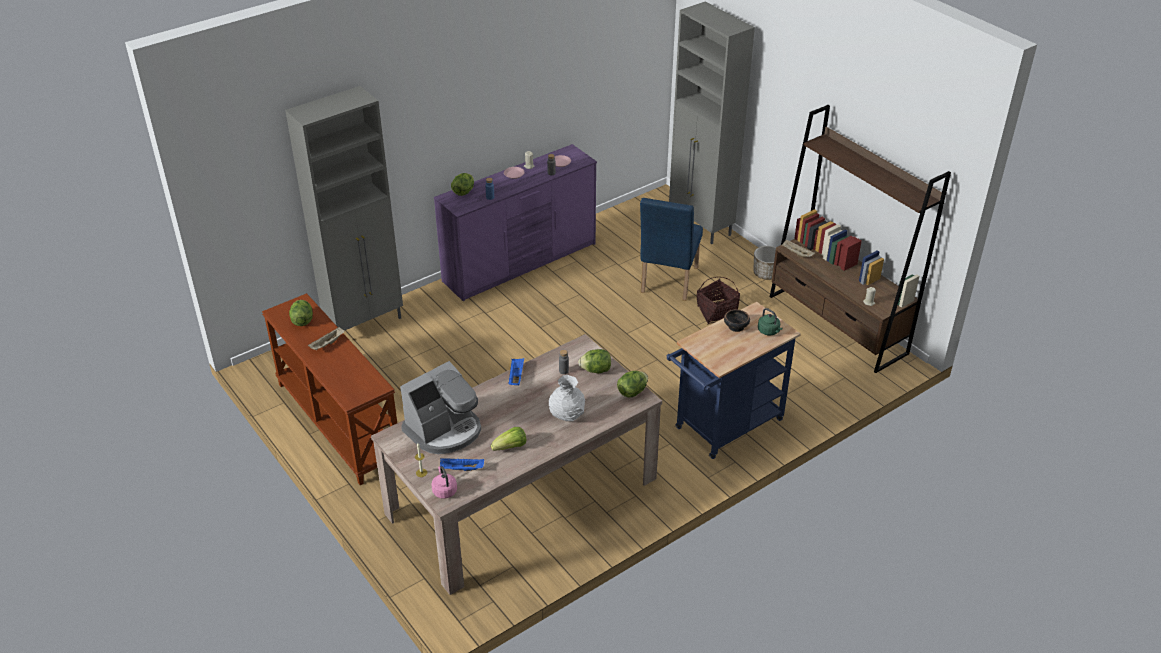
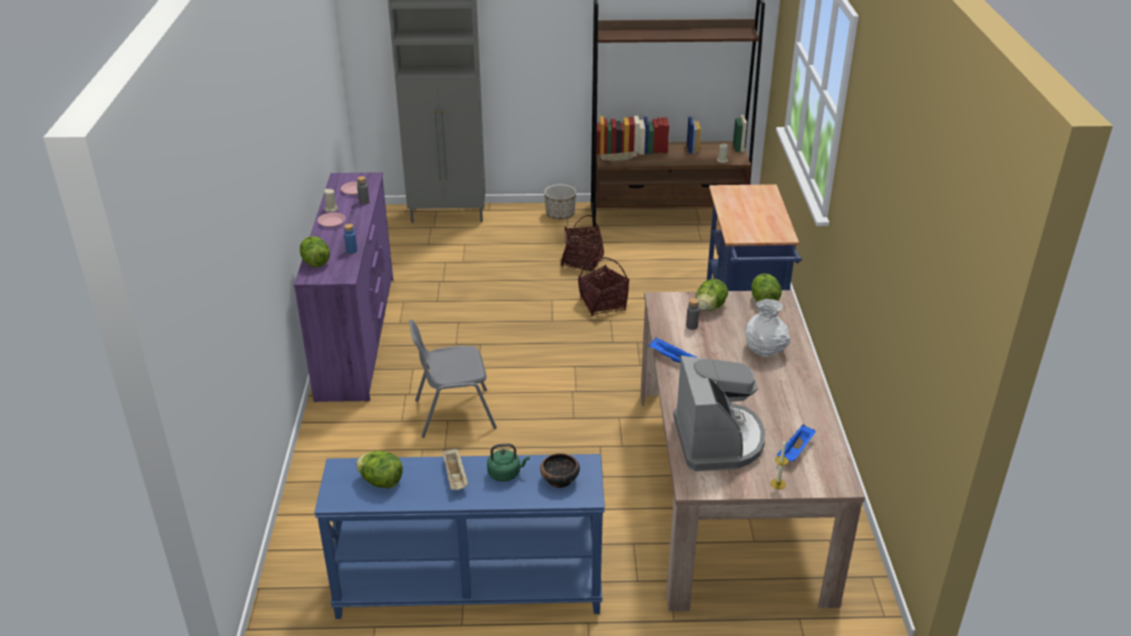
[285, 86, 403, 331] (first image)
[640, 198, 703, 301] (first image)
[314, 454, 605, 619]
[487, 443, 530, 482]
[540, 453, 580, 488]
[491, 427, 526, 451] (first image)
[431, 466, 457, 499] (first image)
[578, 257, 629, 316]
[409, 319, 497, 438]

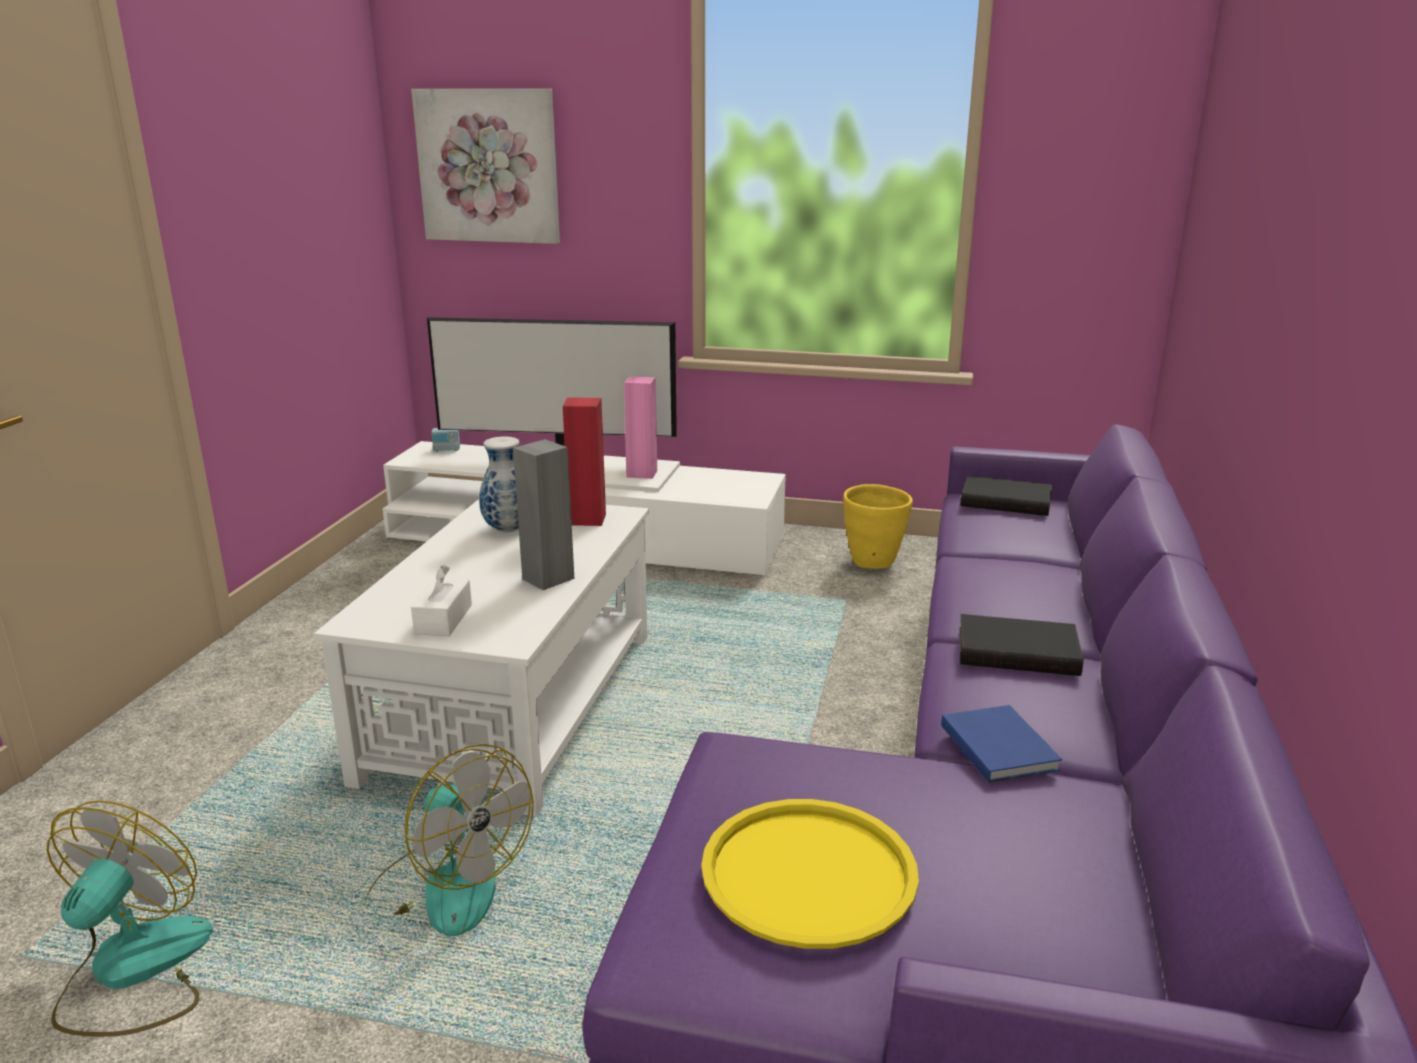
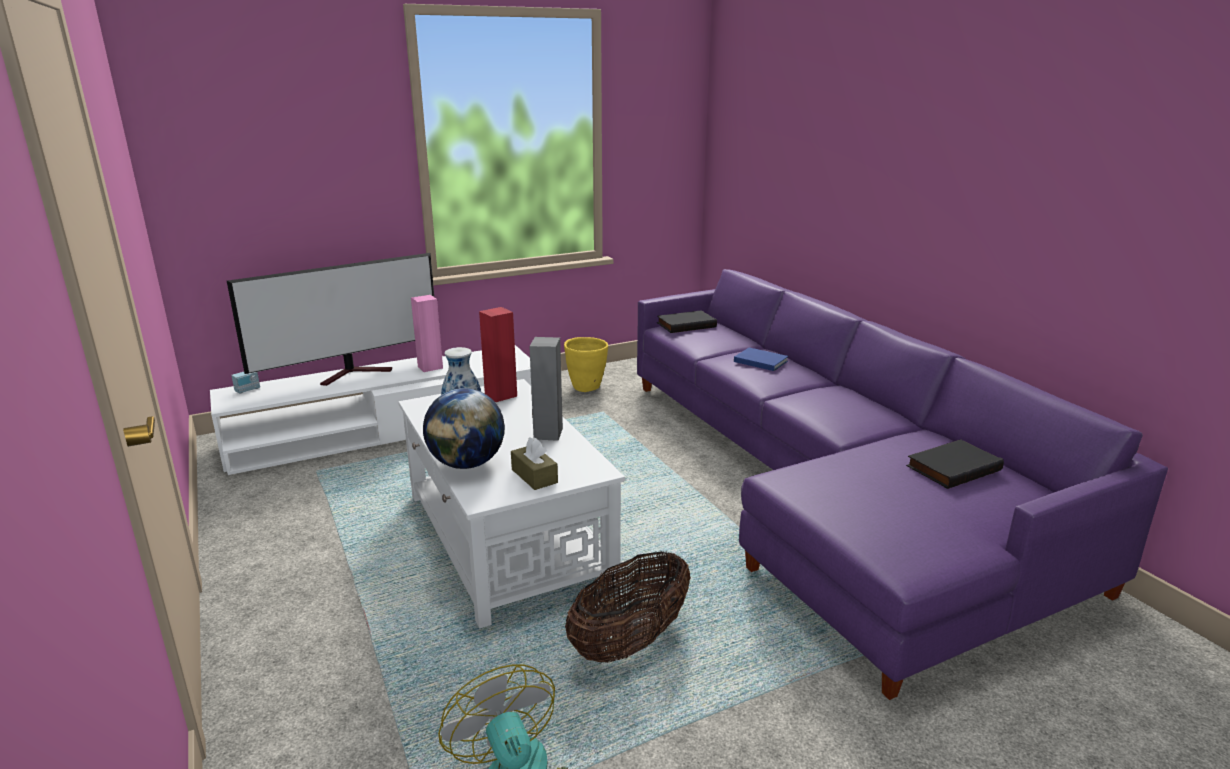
[411, 89, 560, 244] (first image)
[511, 437, 558, 490]
[906, 439, 1004, 489]
[734, 348, 788, 371]
[565, 551, 691, 663]
[701, 799, 919, 949] (first image)
[423, 388, 505, 469]

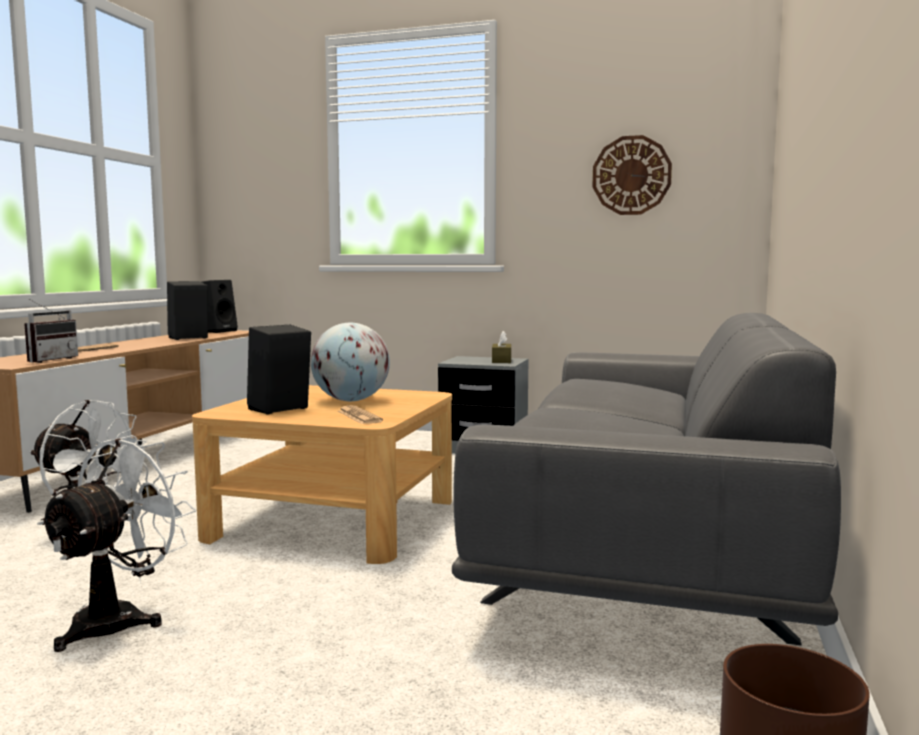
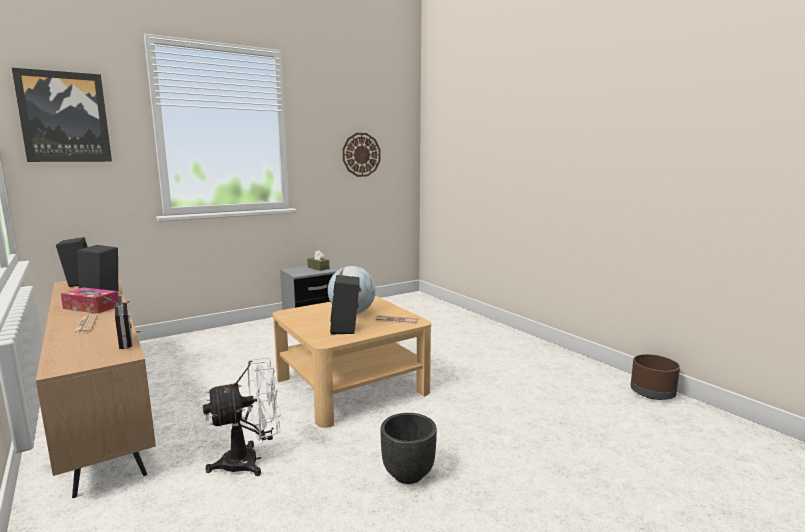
[452, 313, 841, 646] (first image)
[380, 413, 437, 484]
[12, 68, 112, 162]
[61, 287, 119, 314]

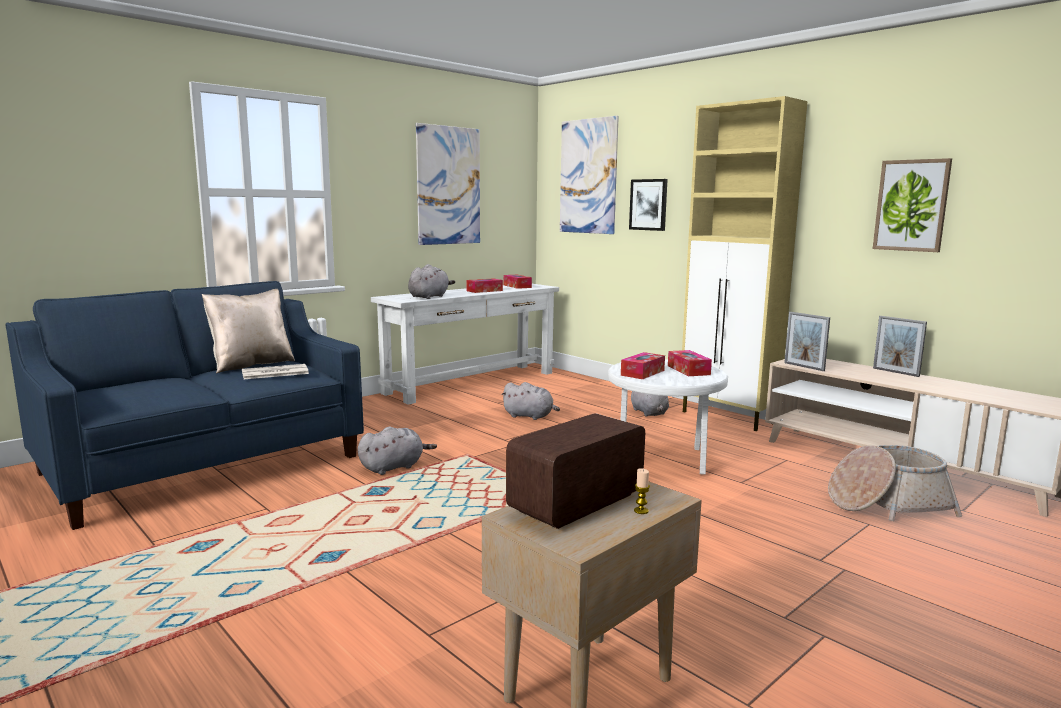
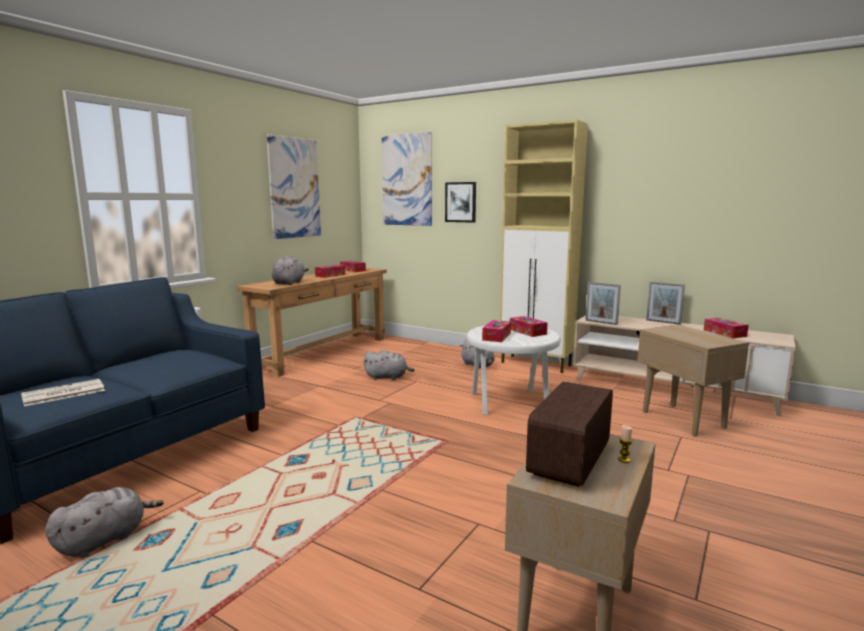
[873, 158, 952, 252] (first image)
[236, 268, 387, 377]
[202, 289, 295, 373] (first image)
[21, 379, 105, 406]
[45, 487, 164, 558]
[637, 325, 749, 436]
[704, 318, 749, 338]

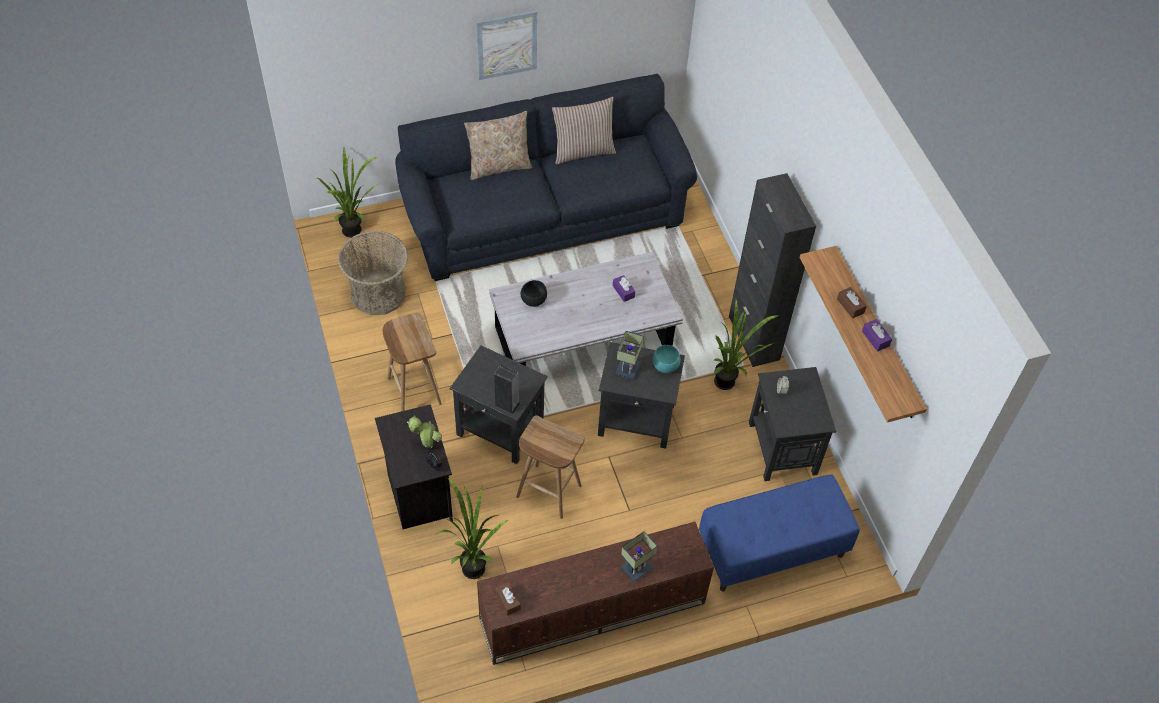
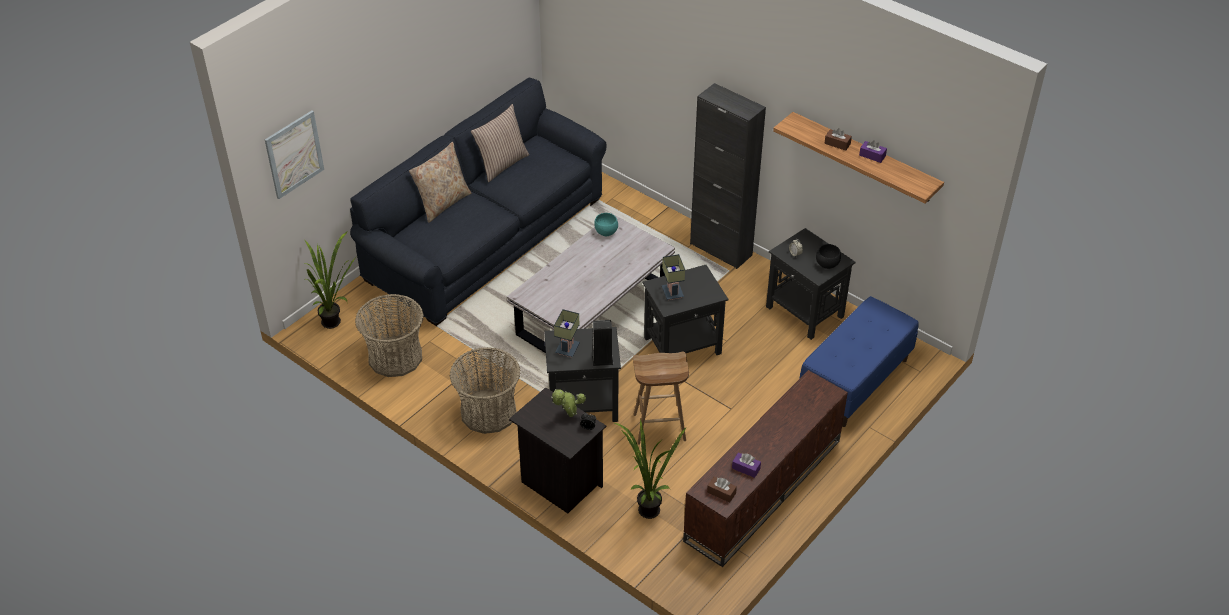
[265, 111, 324, 199]
[732, 453, 761, 478]
[816, 244, 841, 269]
[713, 299, 778, 390] (first image)
[450, 347, 521, 434]
[594, 213, 618, 236]
[554, 309, 580, 357]

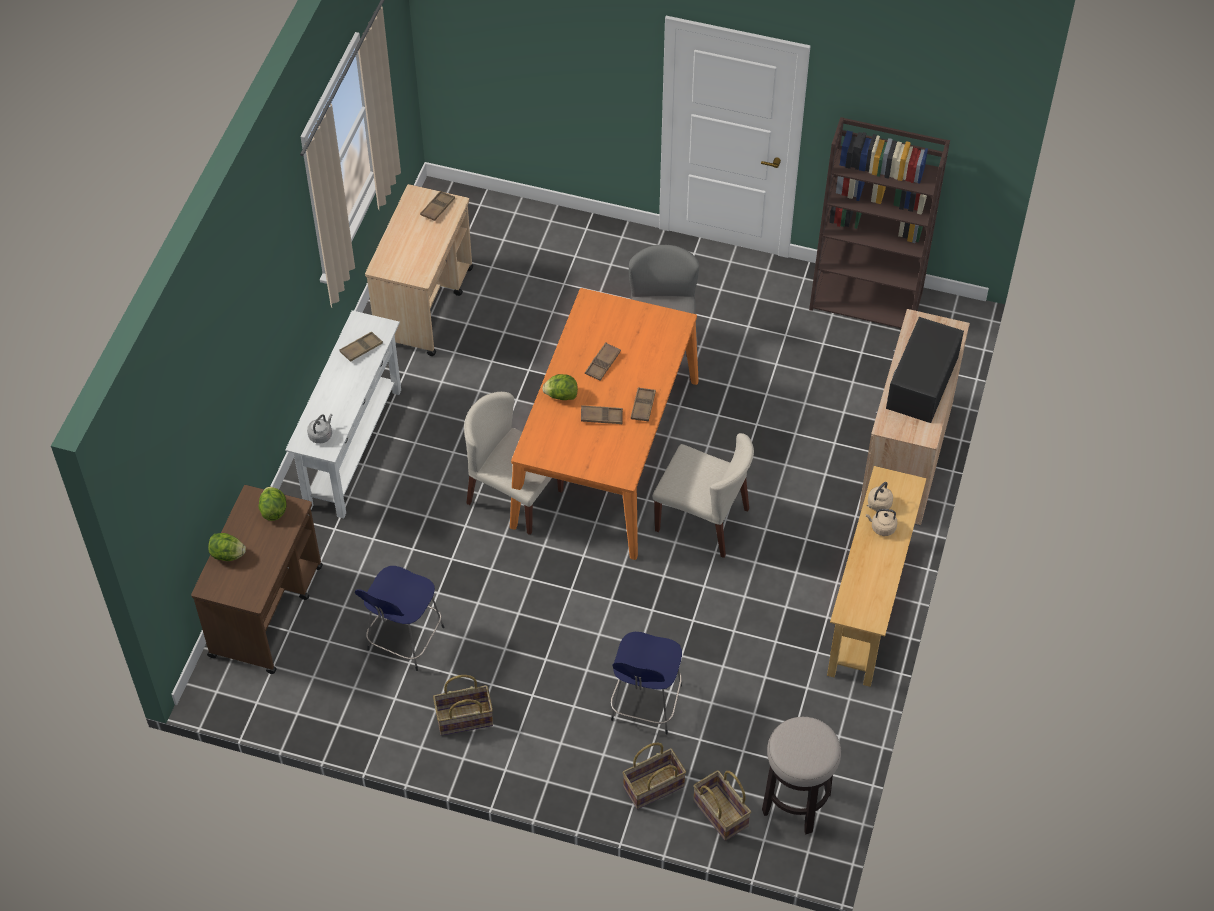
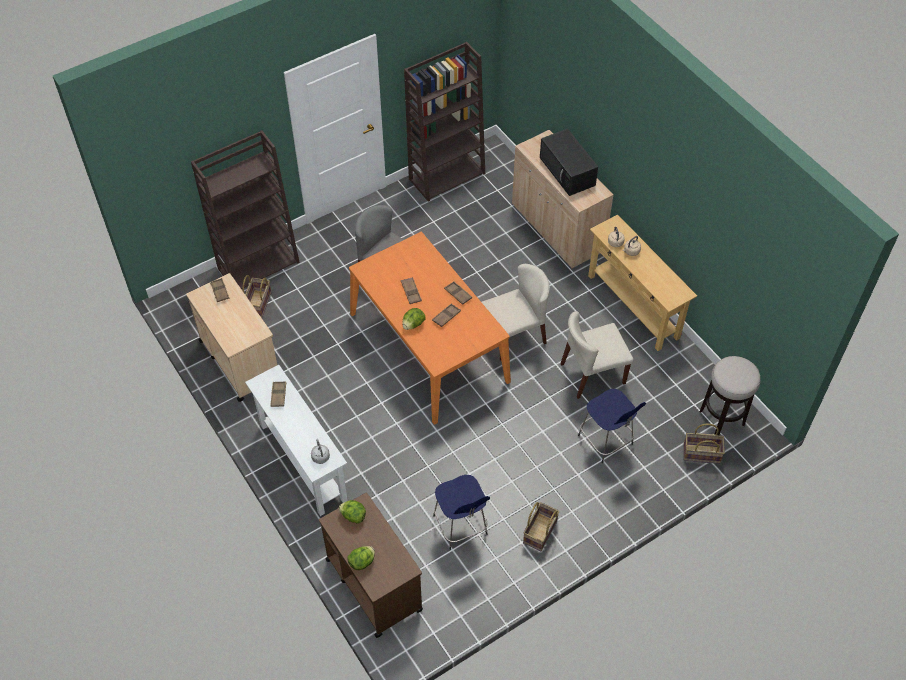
[560, 311, 634, 399]
[242, 275, 272, 318]
[191, 130, 300, 289]

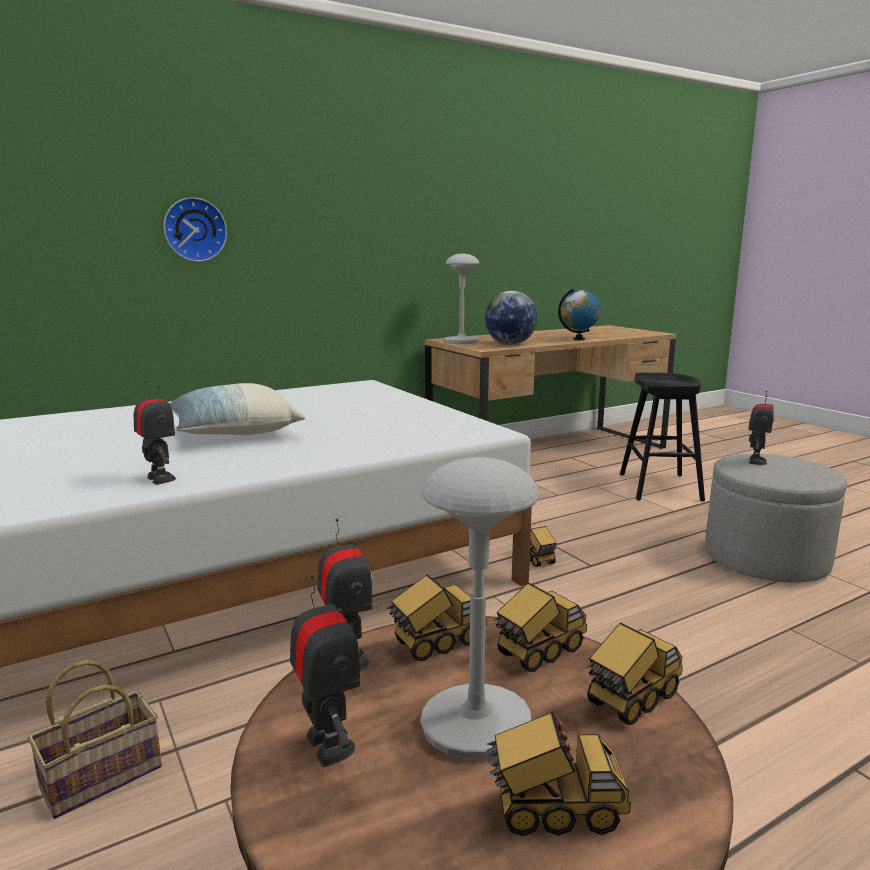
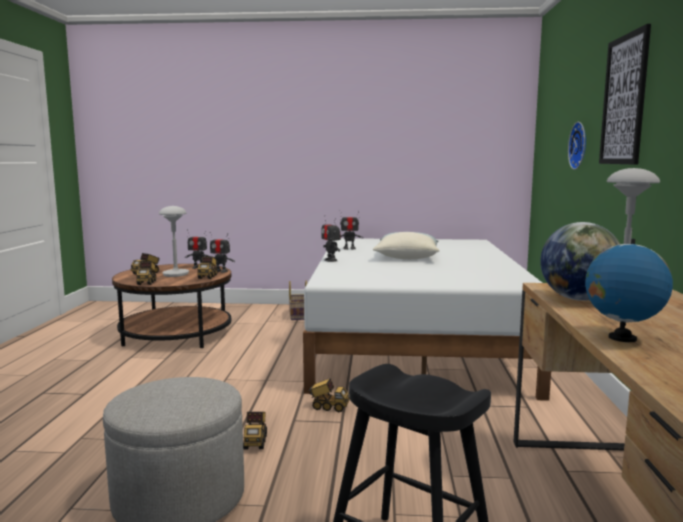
[321, 219, 341, 262]
[243, 412, 267, 449]
[599, 24, 651, 165]

